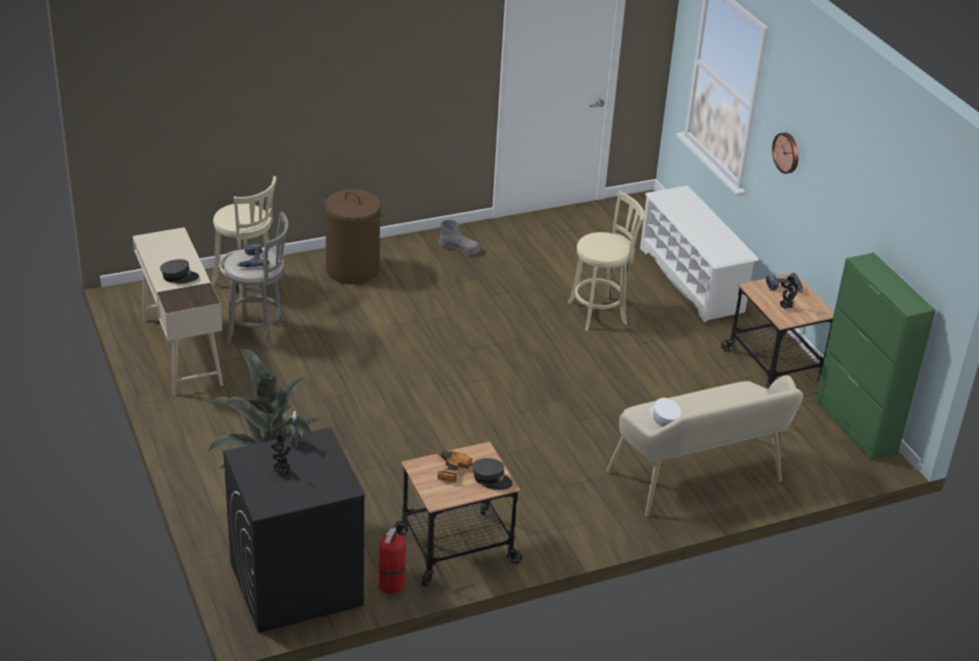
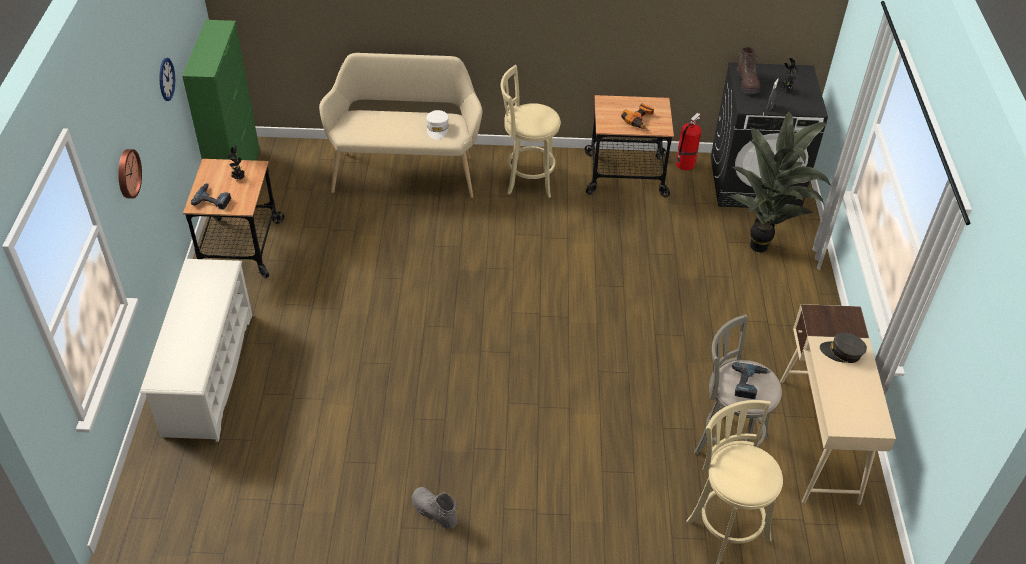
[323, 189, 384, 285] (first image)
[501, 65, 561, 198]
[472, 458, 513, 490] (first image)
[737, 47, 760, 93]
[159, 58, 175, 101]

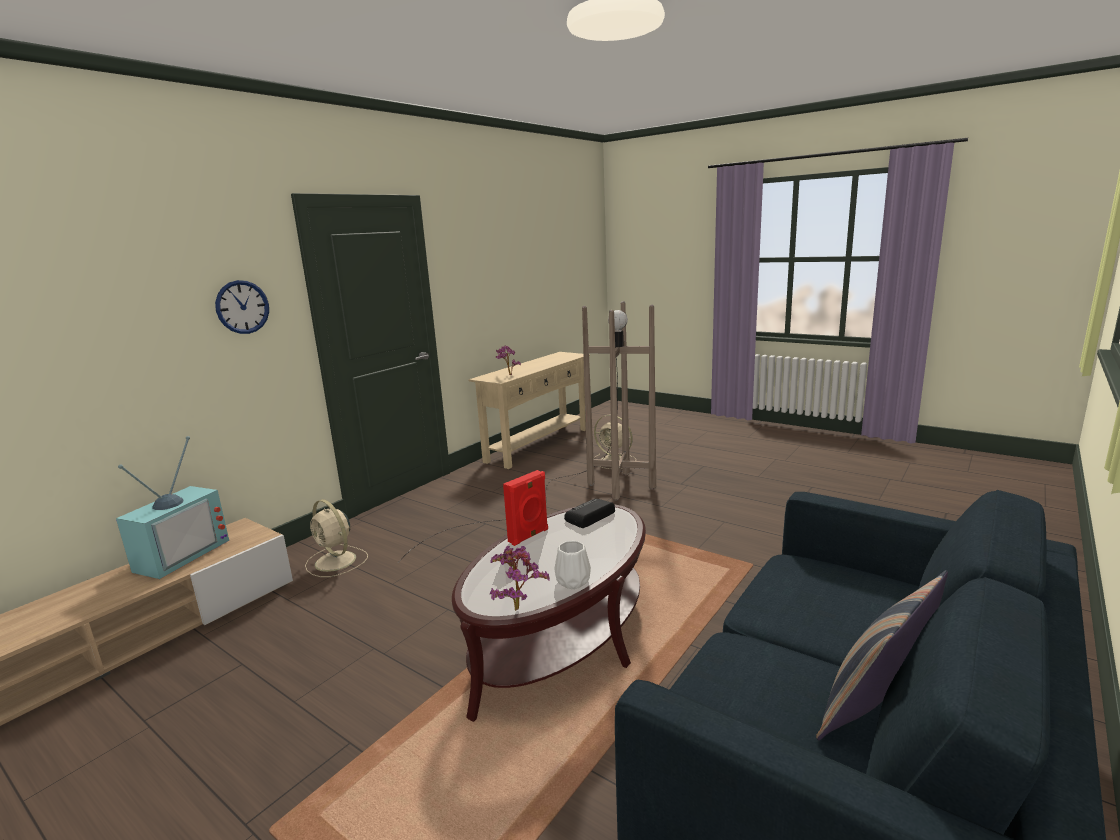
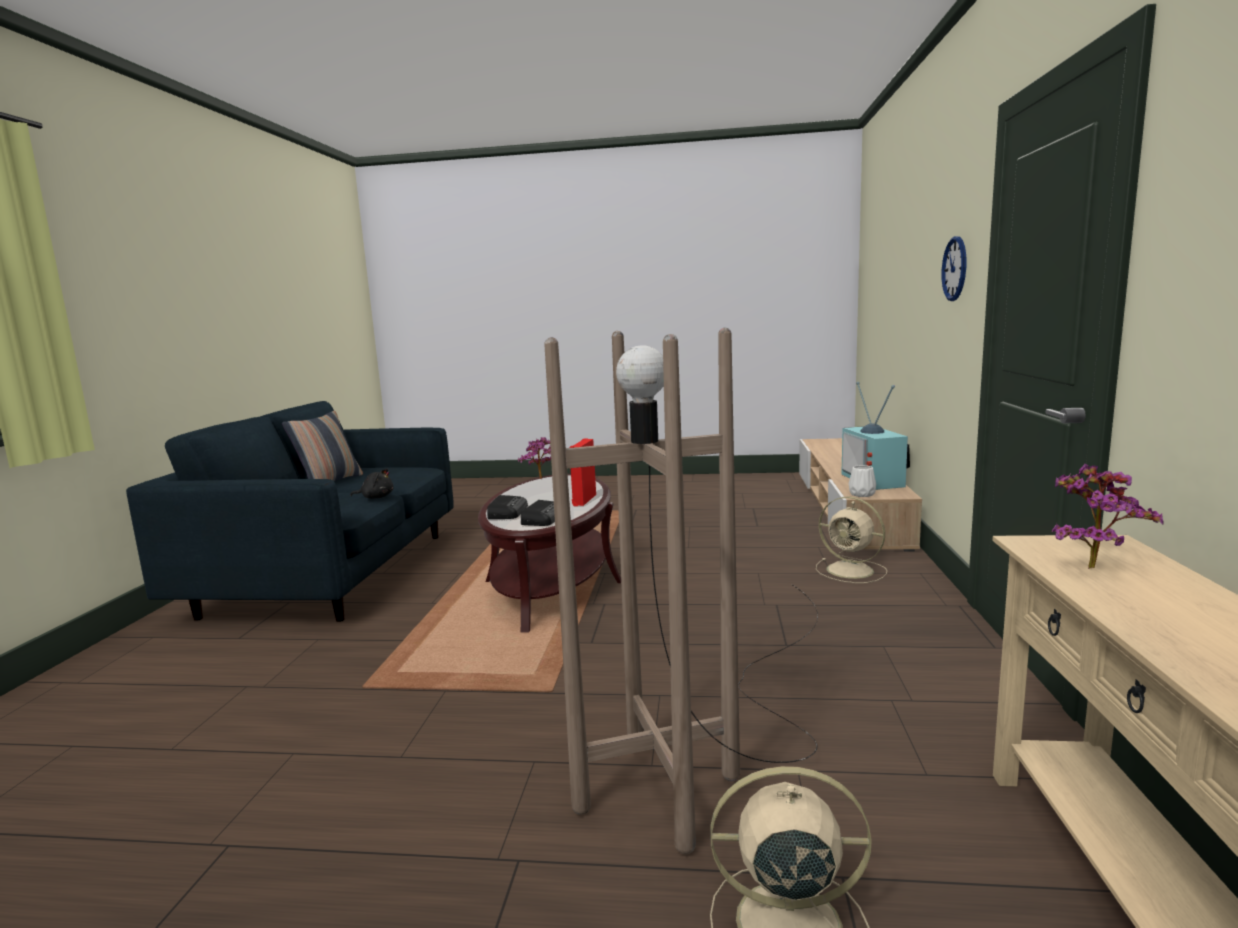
[816, 496, 887, 583]
[849, 465, 876, 497]
[350, 468, 394, 499]
[487, 495, 528, 519]

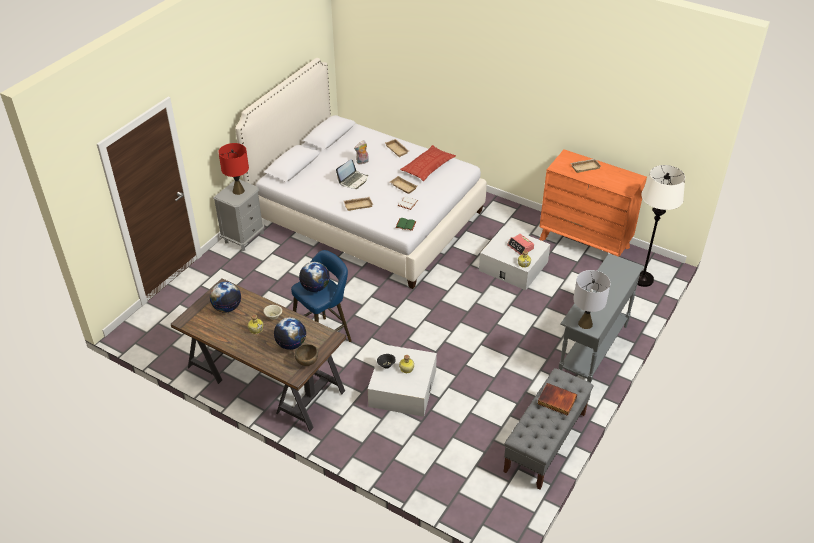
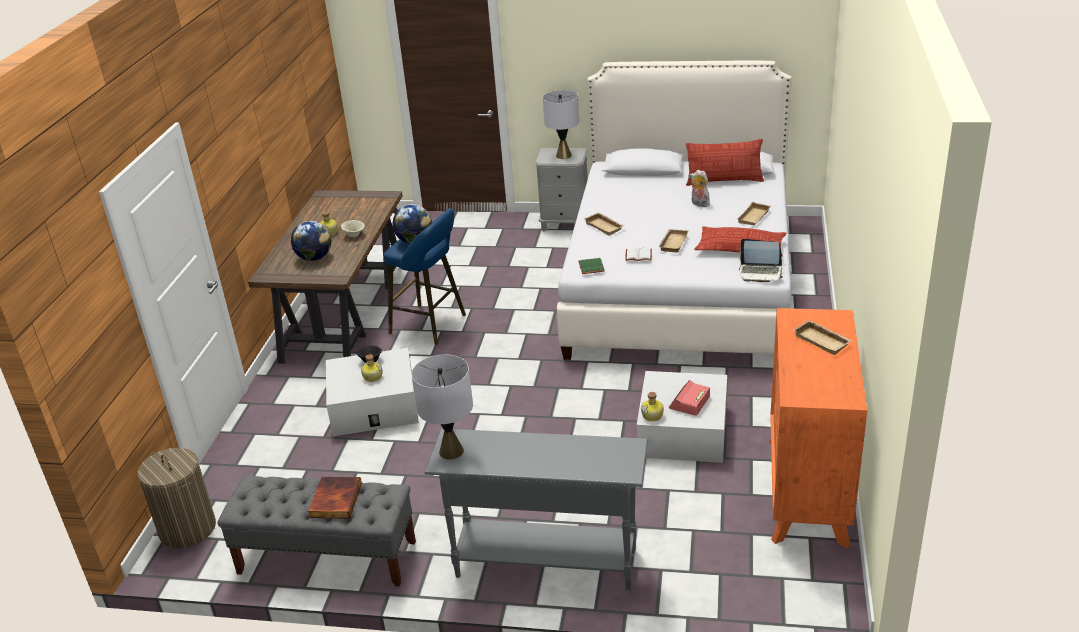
[543, 90, 579, 159]
[739, 239, 783, 282]
[637, 165, 685, 287] (first image)
[210, 282, 241, 313] (first image)
[295, 344, 318, 366] (first image)
[686, 139, 764, 186]
[137, 448, 216, 548]

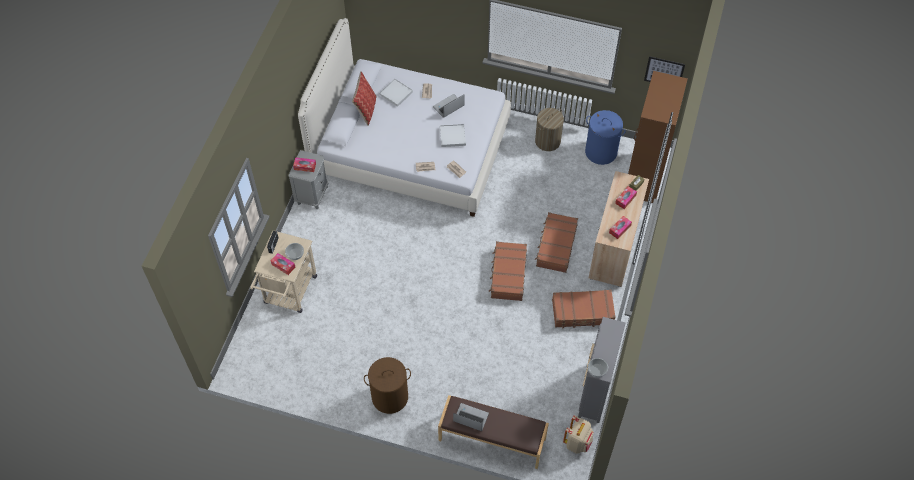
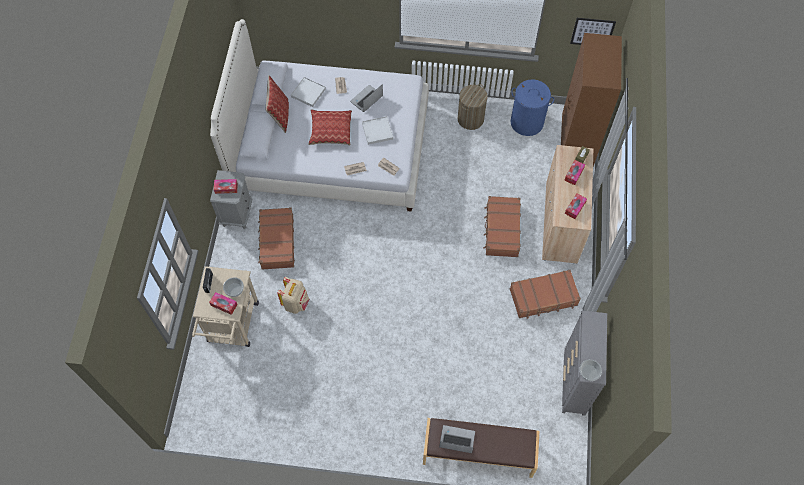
[258, 207, 295, 270]
[364, 357, 411, 414] (first image)
[277, 277, 309, 314]
[308, 110, 352, 145]

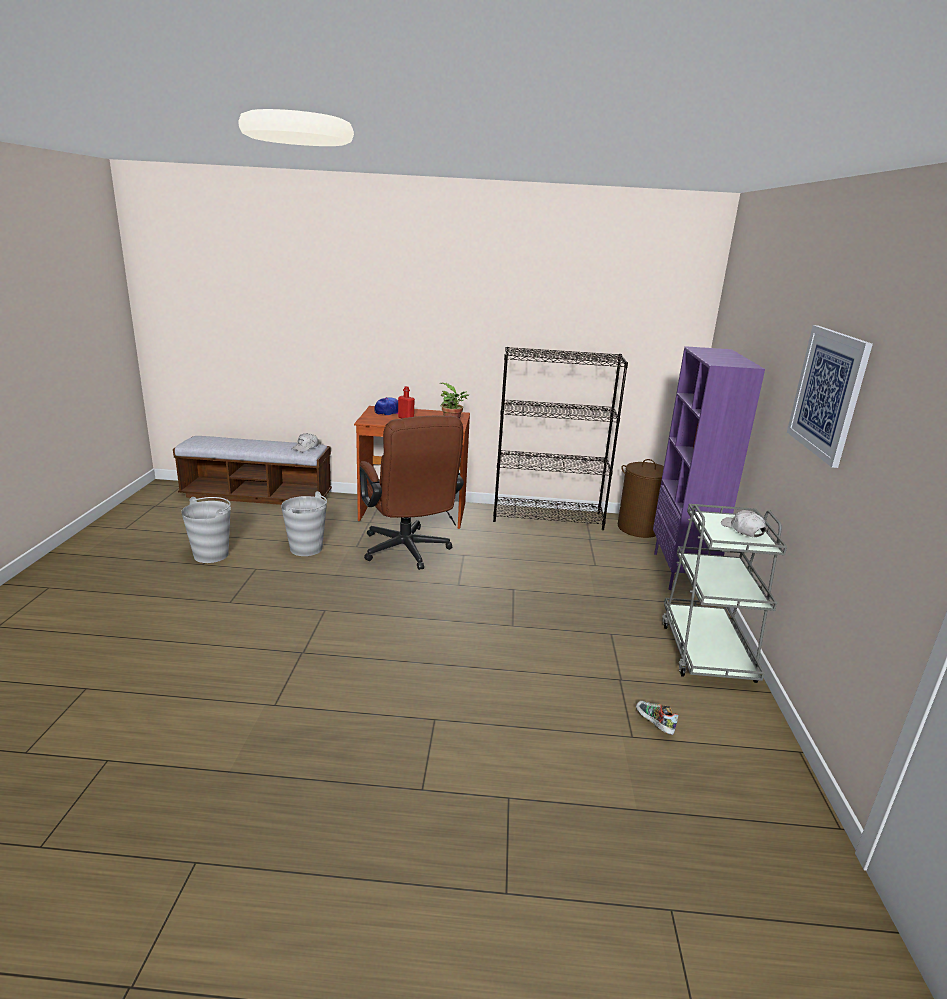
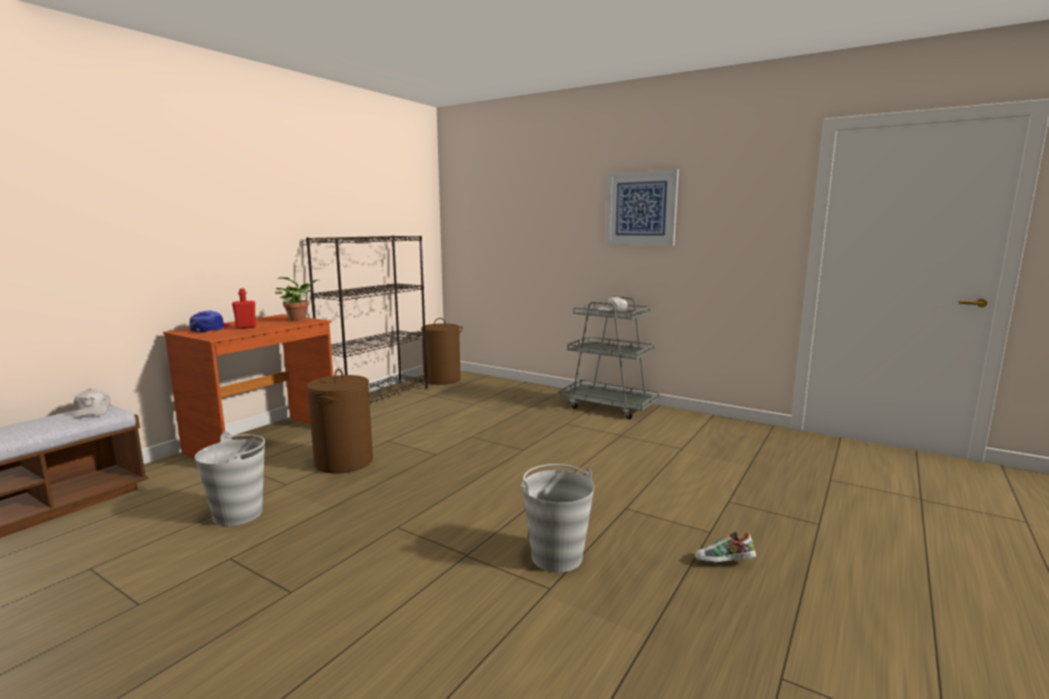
[653, 346, 765, 590] (first image)
[307, 369, 373, 474]
[521, 464, 594, 572]
[695, 532, 756, 562]

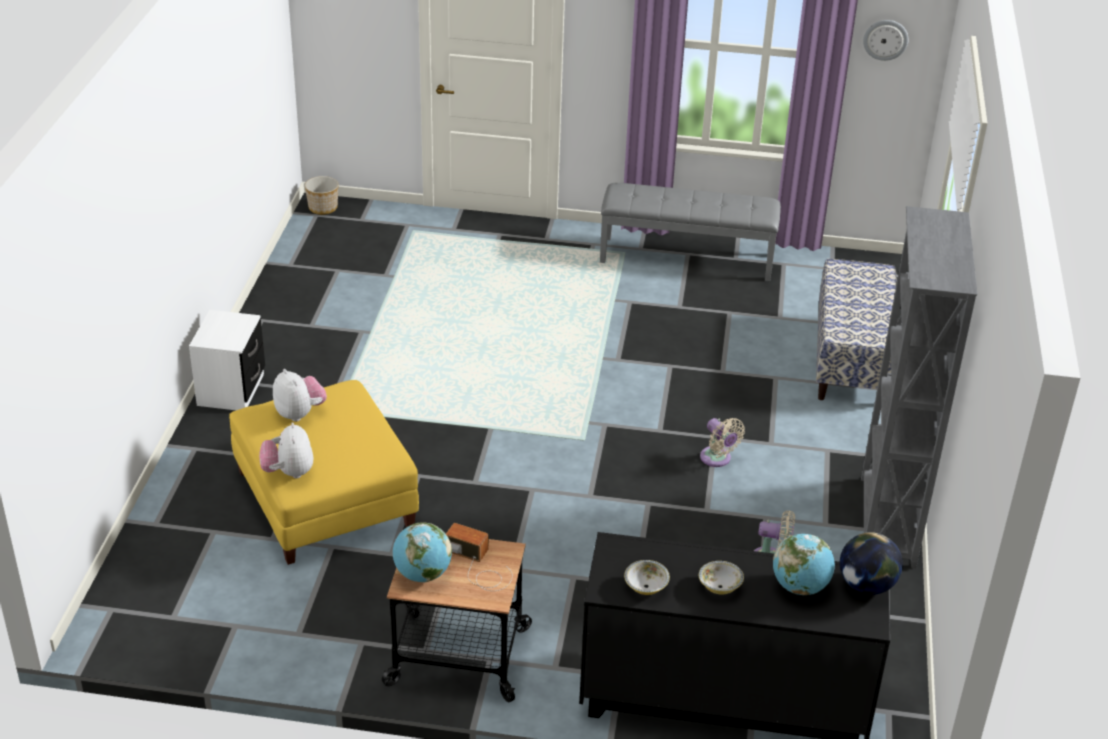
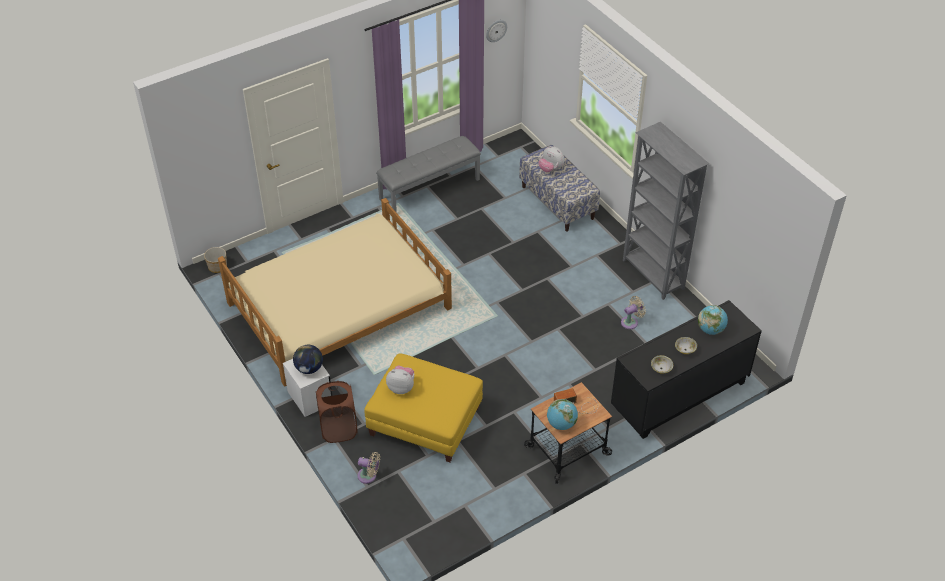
[357, 452, 380, 484]
[539, 146, 564, 172]
[293, 345, 323, 374]
[218, 198, 452, 387]
[316, 381, 358, 443]

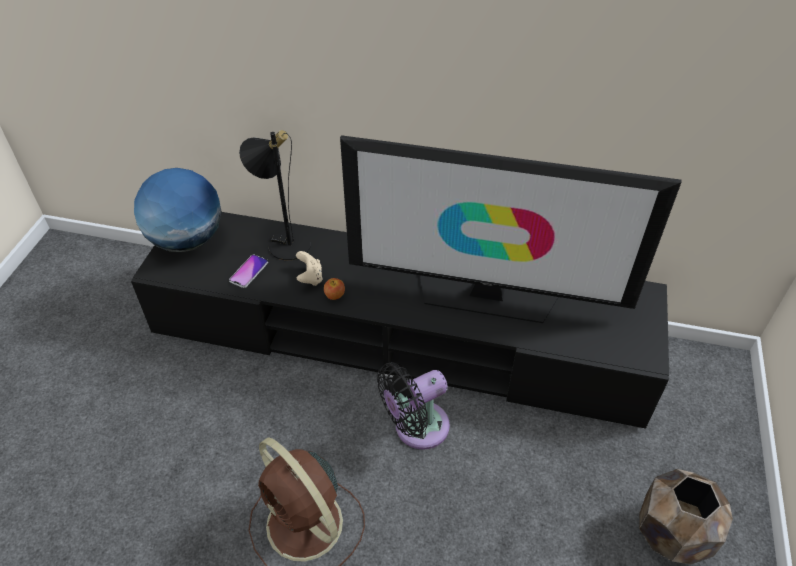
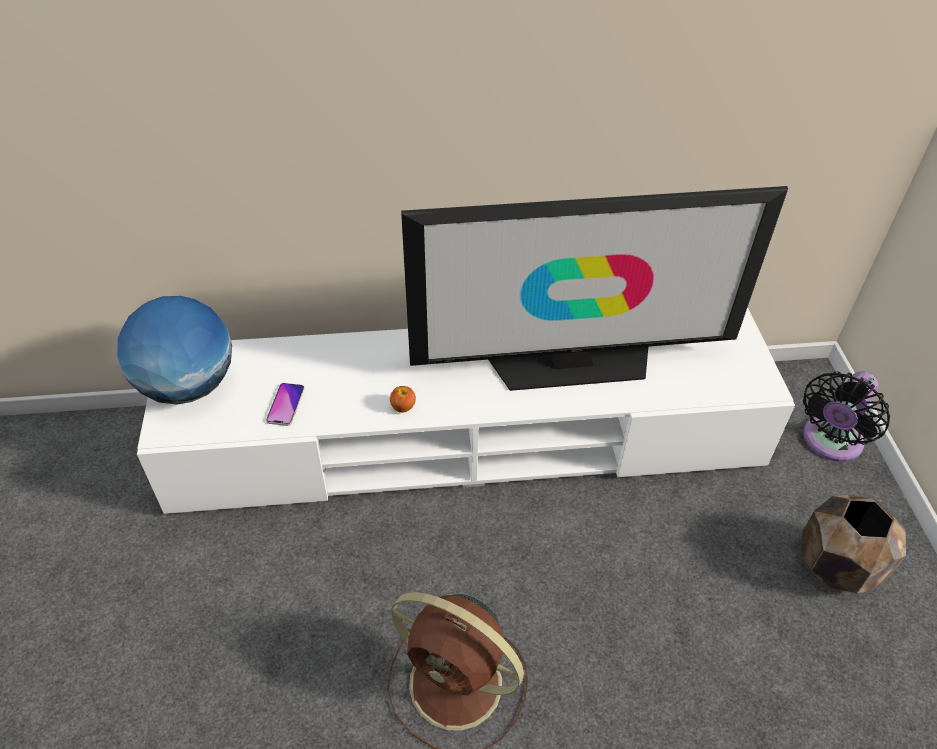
[239, 130, 311, 260] (first image)
[137, 307, 795, 514]
[296, 251, 322, 286] (first image)
[803, 371, 890, 462]

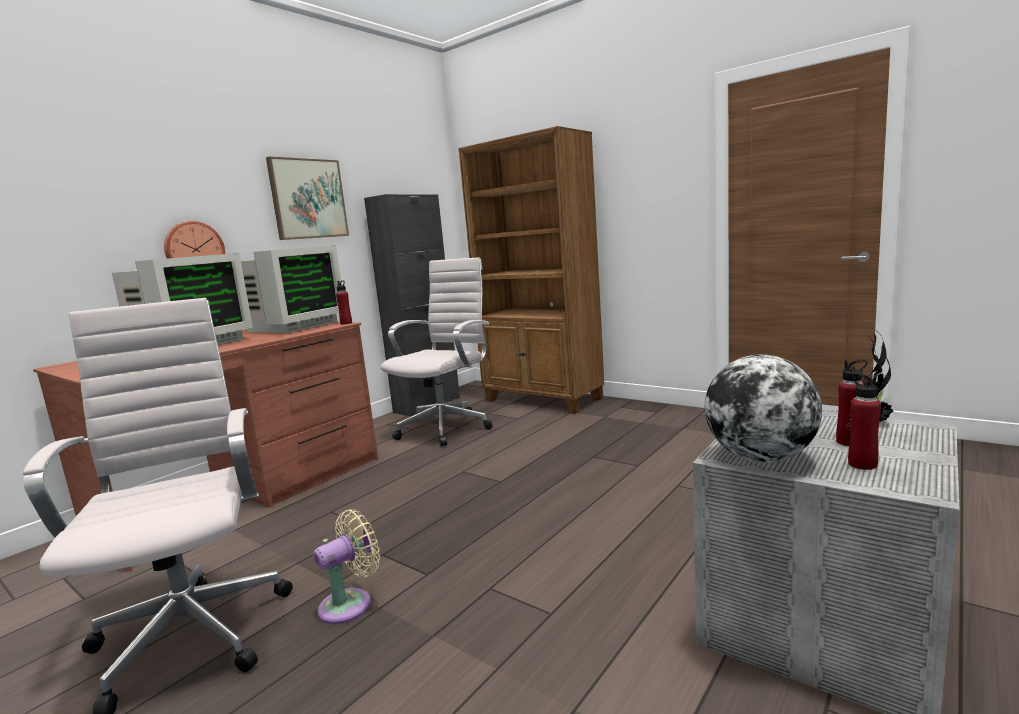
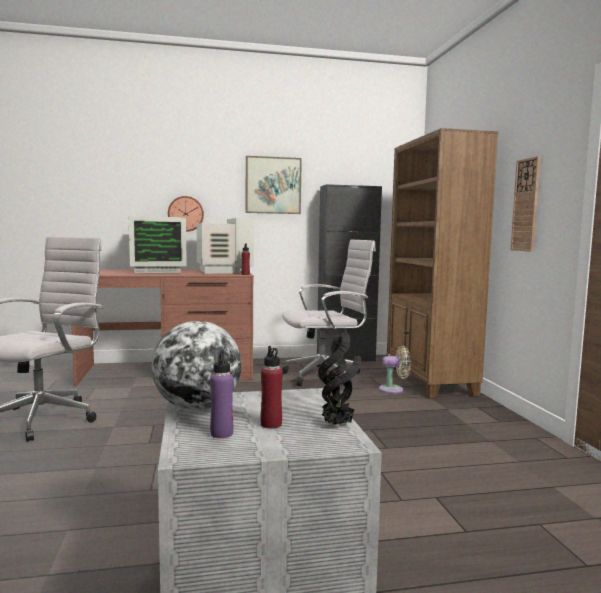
[197, 218, 254, 274]
[210, 350, 233, 438]
[379, 345, 410, 394]
[511, 156, 540, 252]

